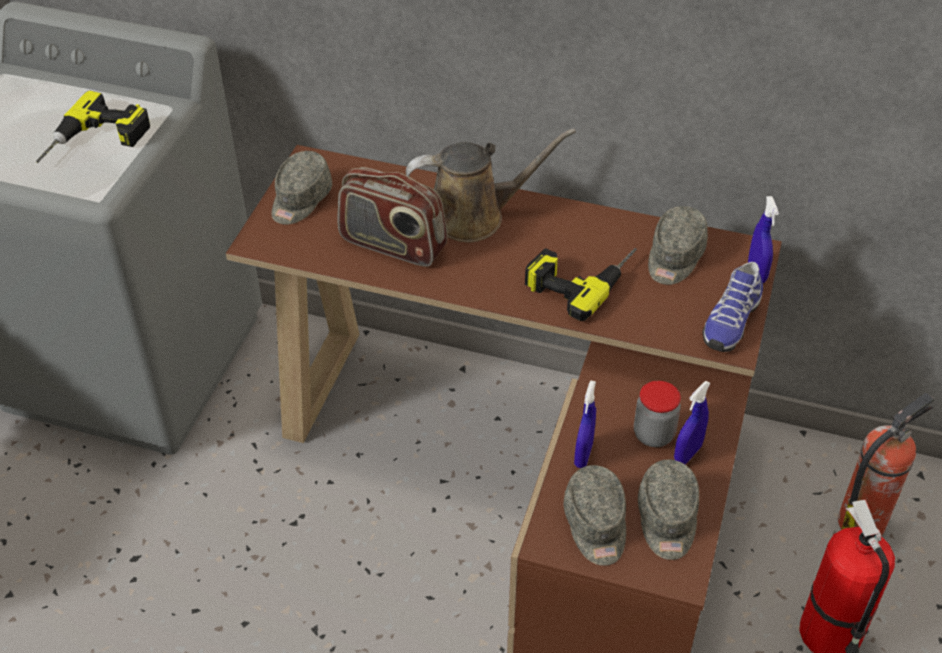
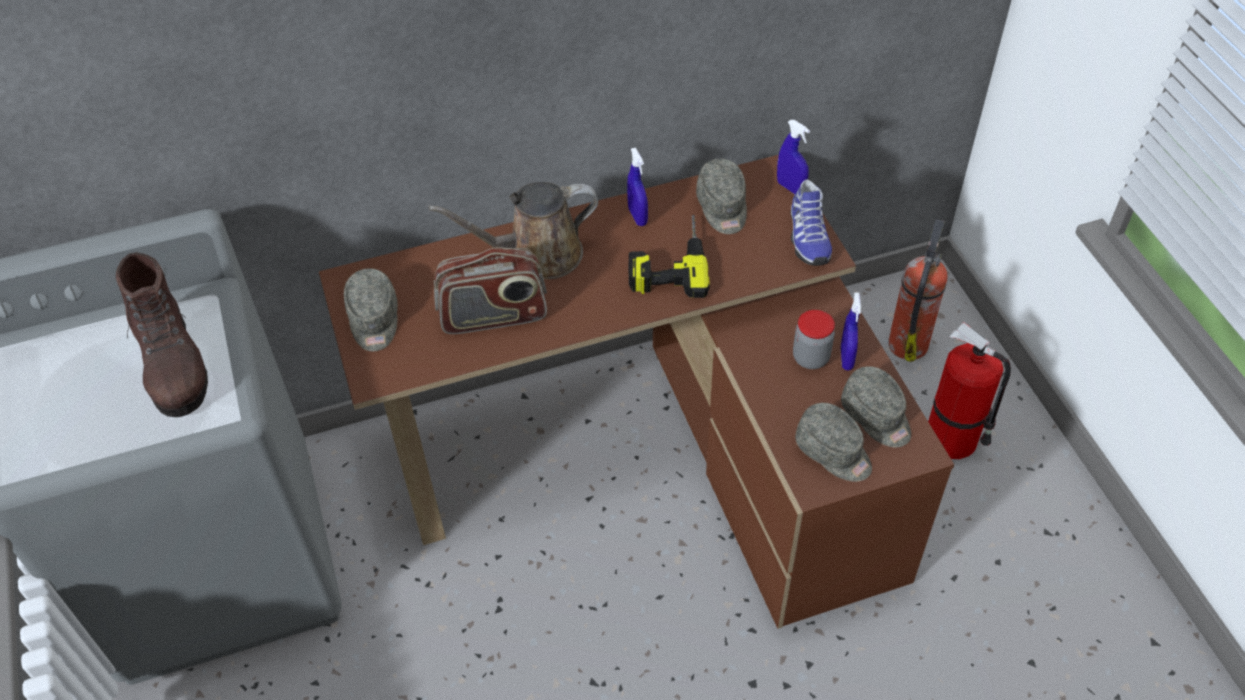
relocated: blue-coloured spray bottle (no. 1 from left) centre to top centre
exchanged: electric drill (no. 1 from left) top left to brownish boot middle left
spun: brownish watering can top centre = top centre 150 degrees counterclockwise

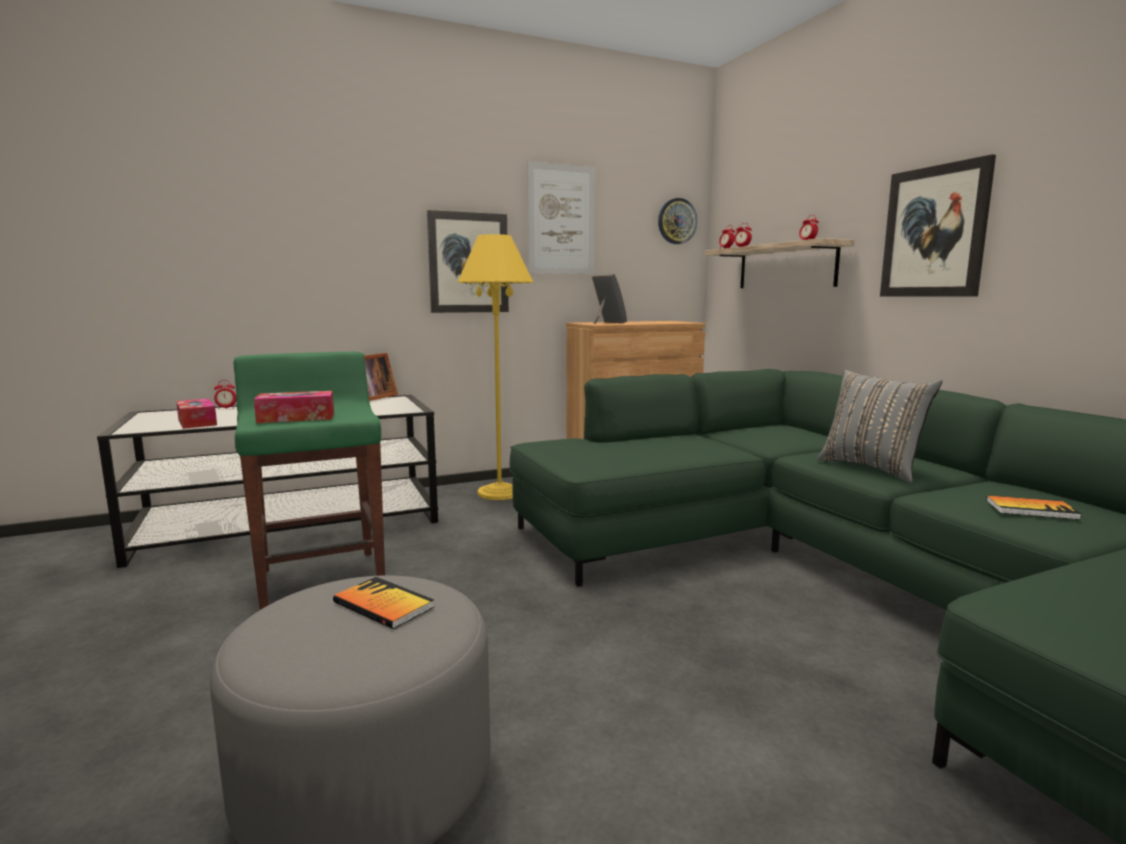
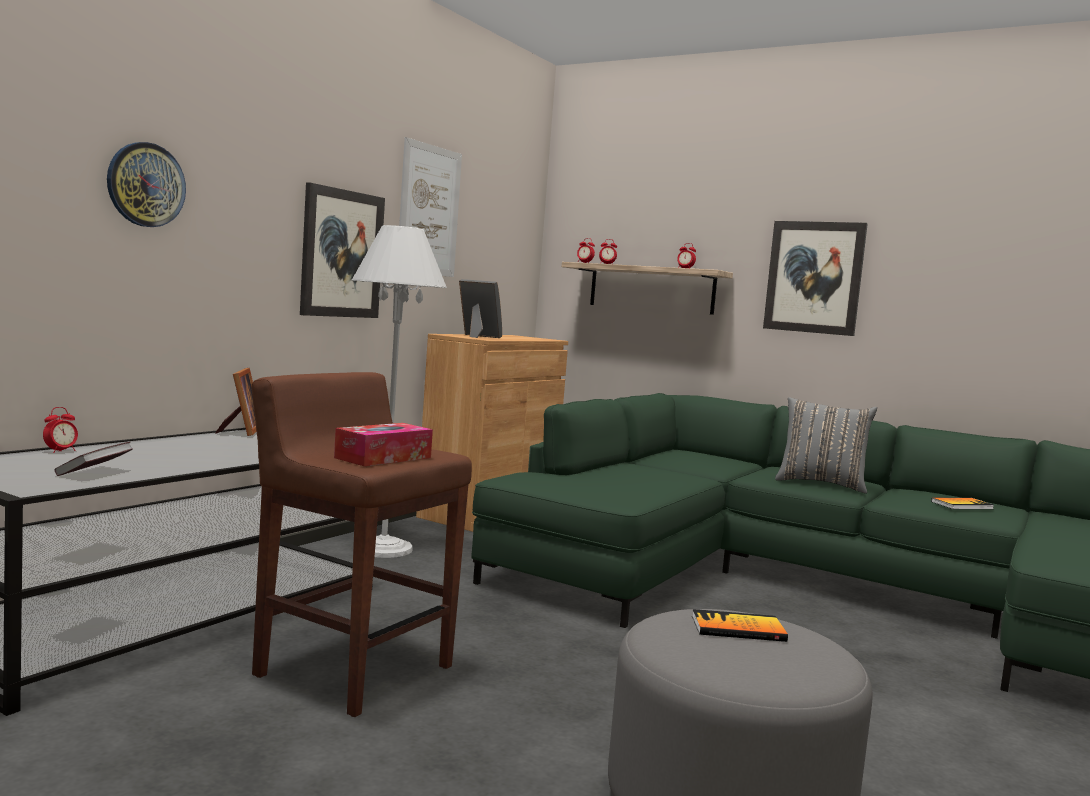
relocated: clock on the wall top centre to top left
exchanged: tissue holder (no. 1 from left) middle left to bound book (no. 1 from left) middle left
colour: yellow-coloured standing lamp centre to white-coloured standing lamp centre; greenish stool seat middle left to brownish stool seat bottom left

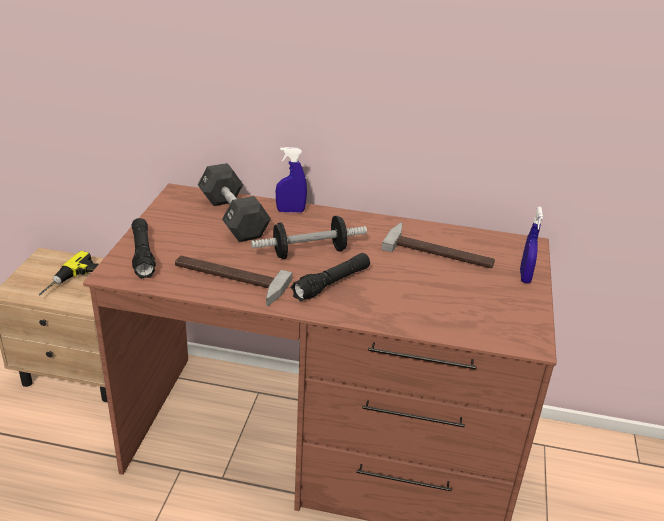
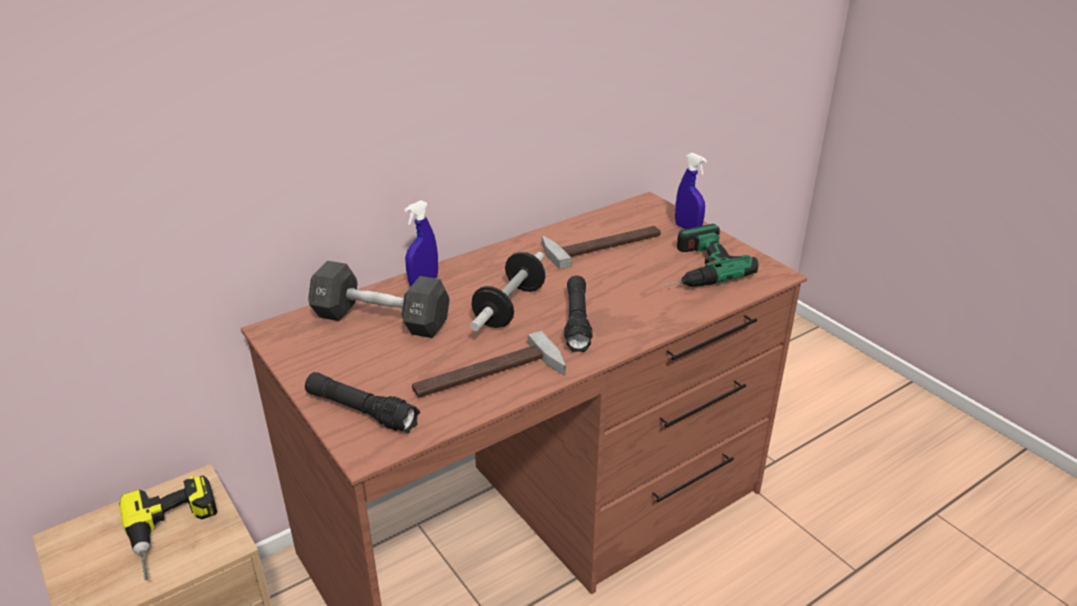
appeared: electric drill (no. 2 from left) centre

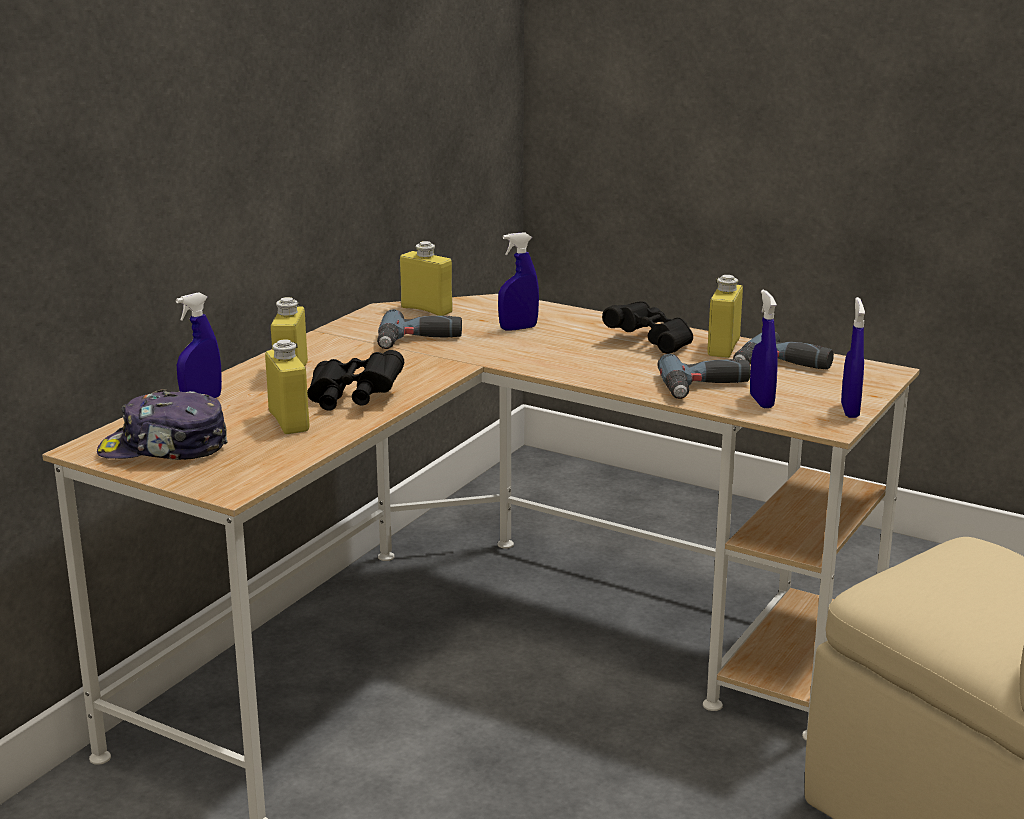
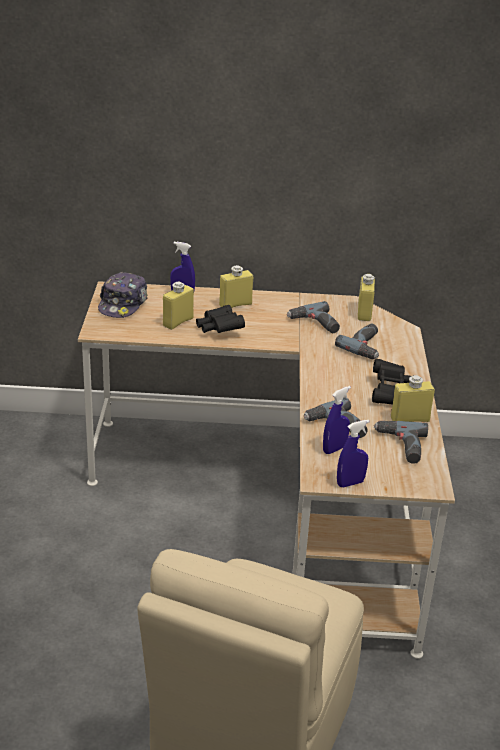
exchanged: blue-coloured spray bottle (no. 2 from left) centre to electric drill (no. 3 from left) middle right
spun: baseball cap middle left = middle left 135 degrees counterclockwise

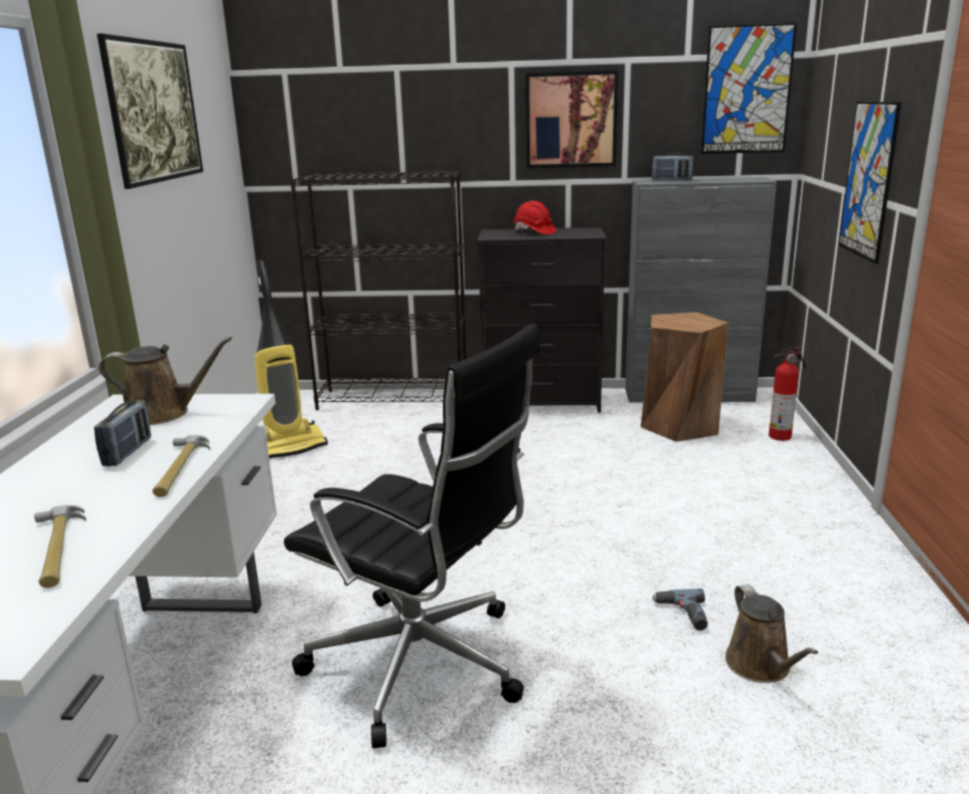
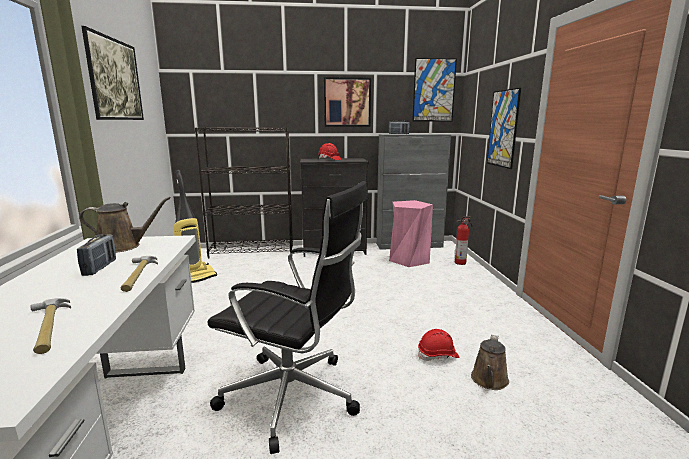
exchanged: electric drill bottom right to reddish work helmet (no. 2 from left) bottom centre
colour: brownish stool seat middle right to pink-coloured stool seat centre
spun: brownish watering can (no. 2 from left) bottom right = bottom right 45 degrees clockwise

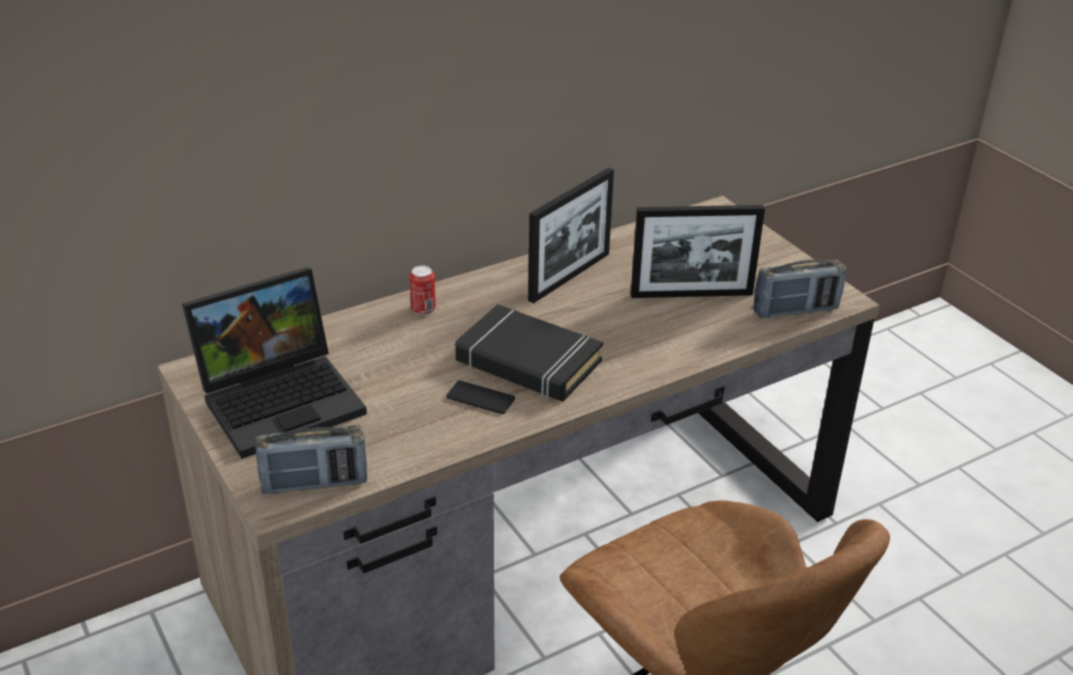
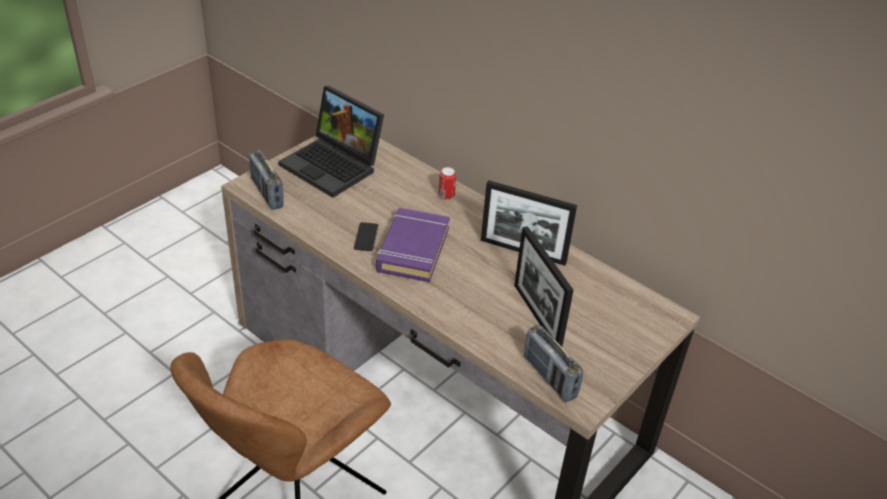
colour: black-coloured bound book centre to purple bound book centre

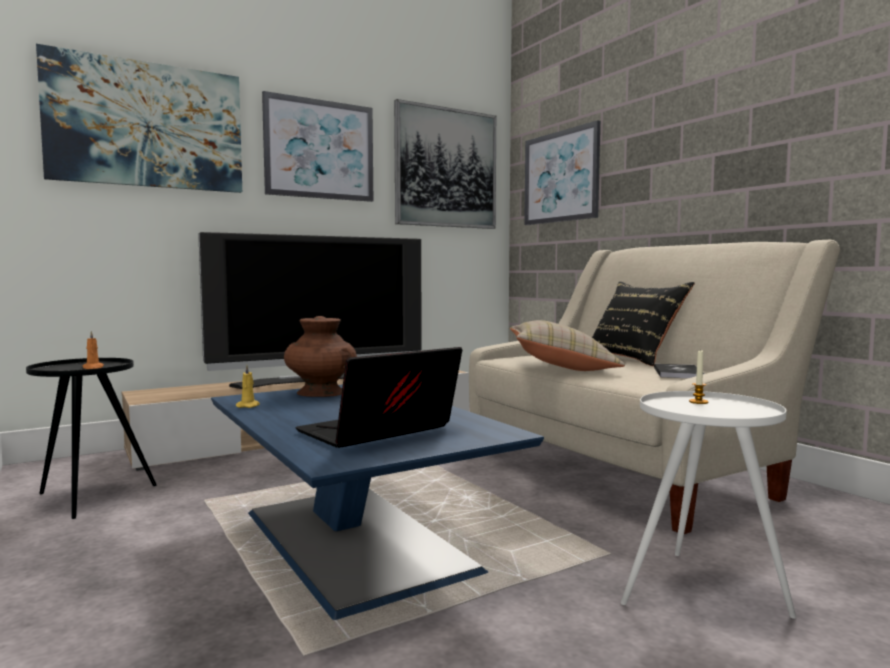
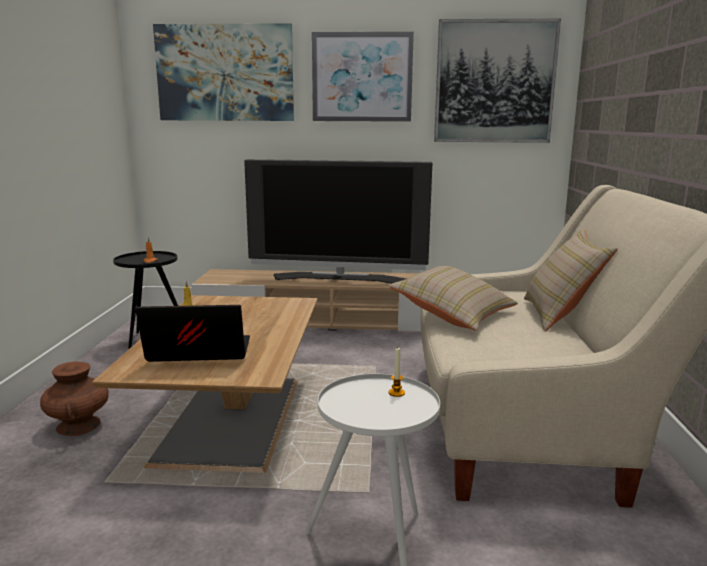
missing: picture (no. 4 from left) top centre; bound book middle right
relocated: brownish decorative vase centre to bottom left
colour: black-coloured throw pillow middle right to beige-coloured throw pillow (no. 2 from left) middle right; blue-coloured lounge table bottom centre to brownish lounge table bottom left

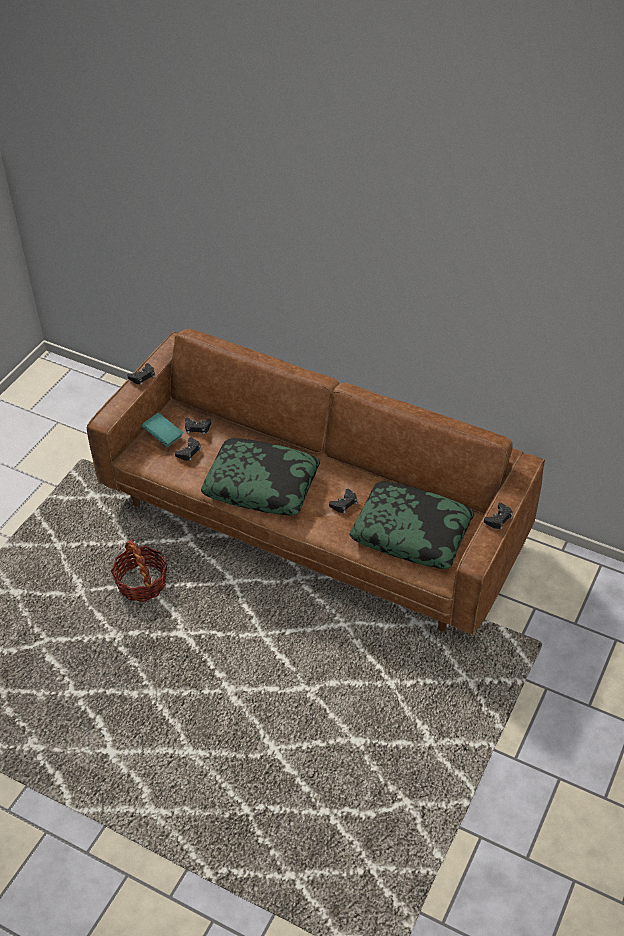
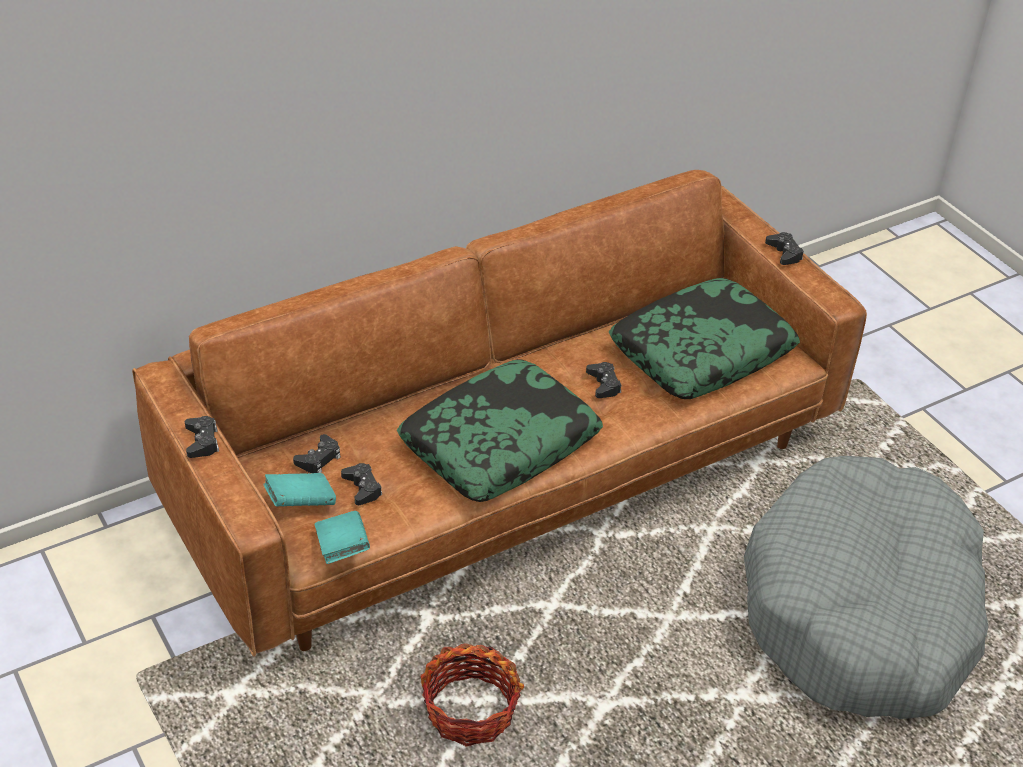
appeared: grey dog bed bottom right; turquoise-coloured bound book (no. 2 from left) bottom centre

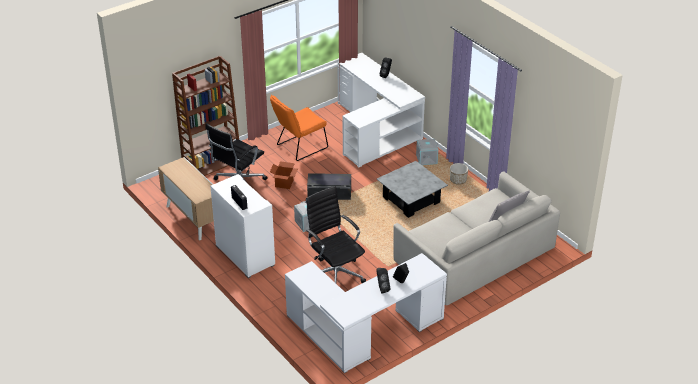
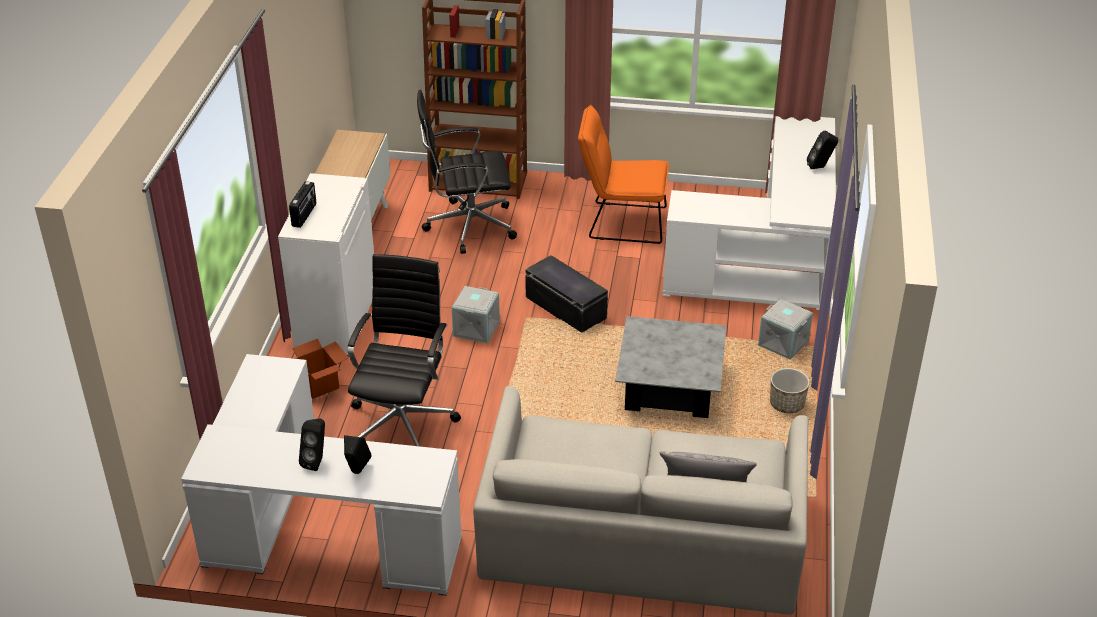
relocated: packing box centre to middle left

